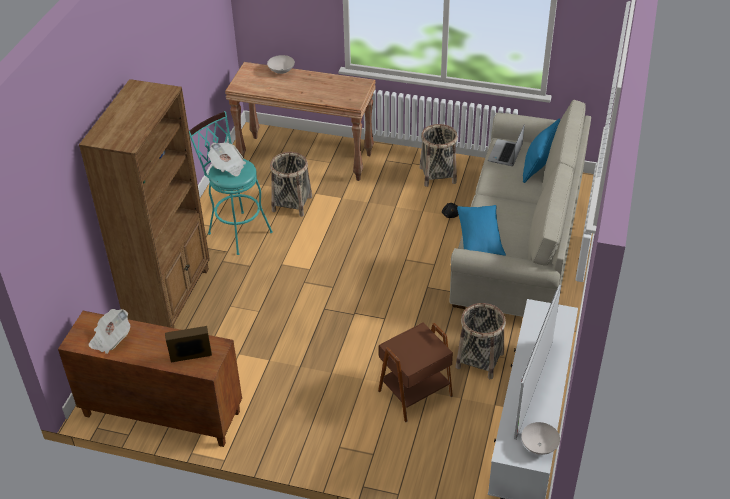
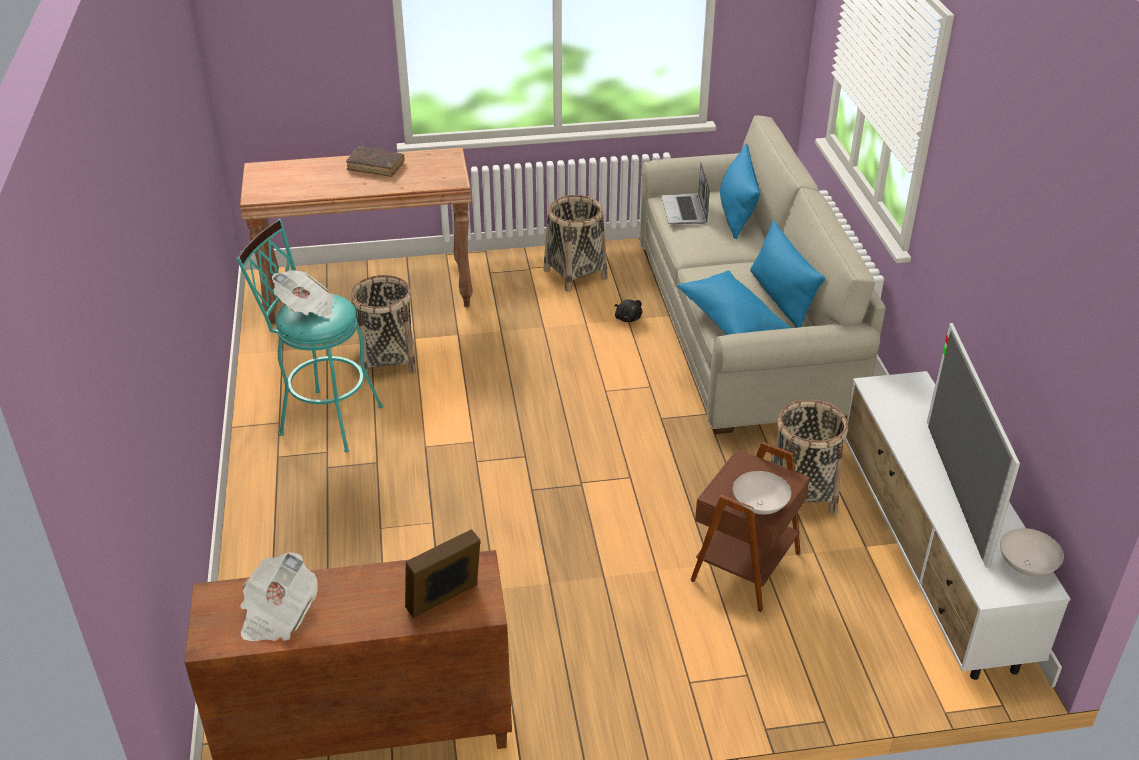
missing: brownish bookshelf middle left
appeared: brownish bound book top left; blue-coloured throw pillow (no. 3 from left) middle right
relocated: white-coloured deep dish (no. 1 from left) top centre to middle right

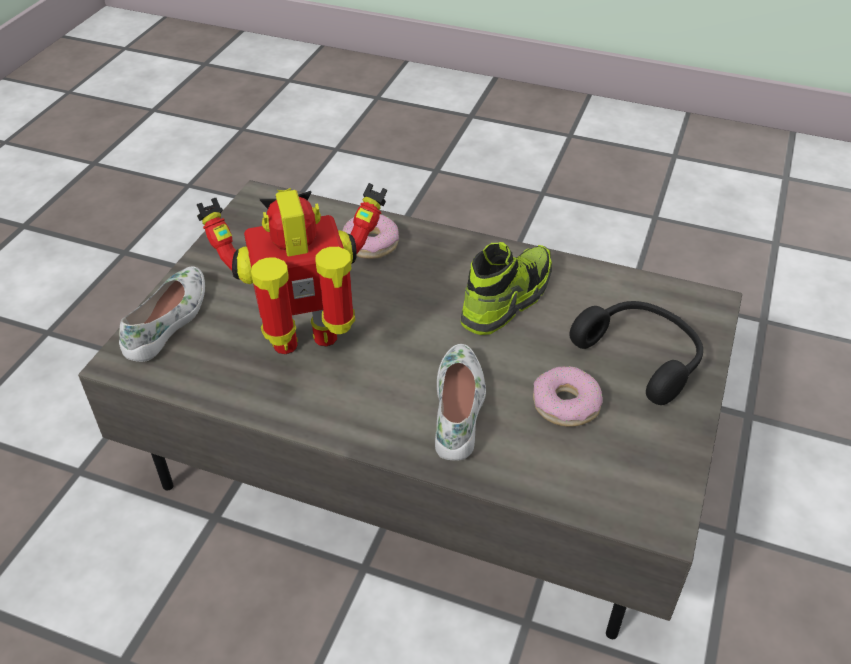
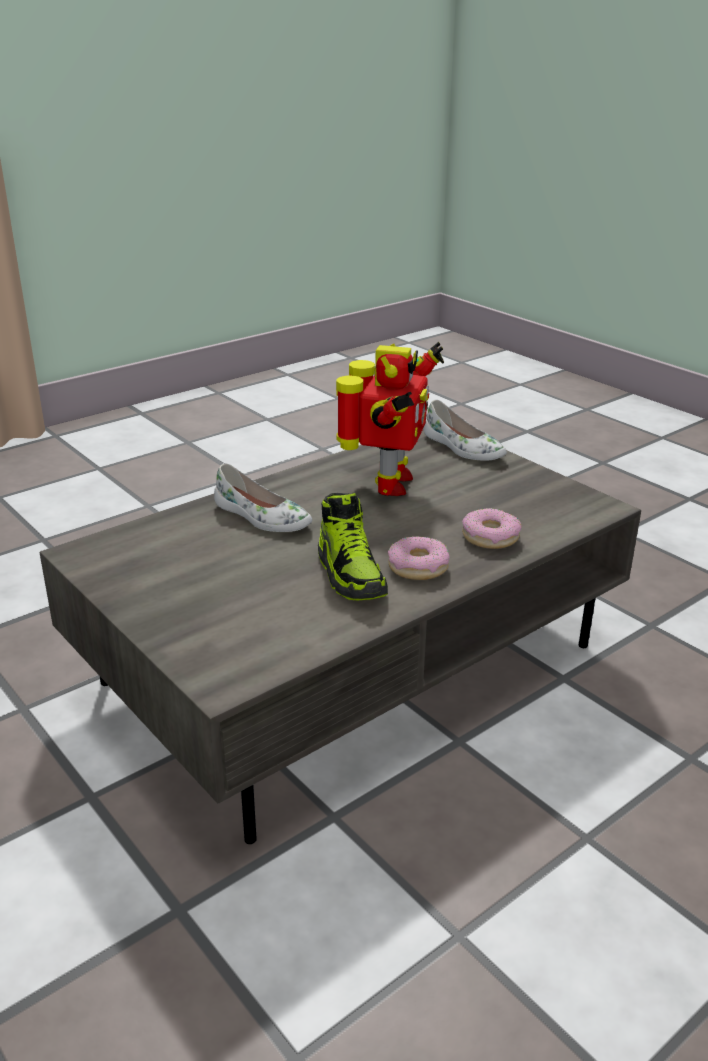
missing: black-coloured headset middle right
relocated: donut (no. 2 from left in the first image) middle right to donut (no. 1 from left) centre

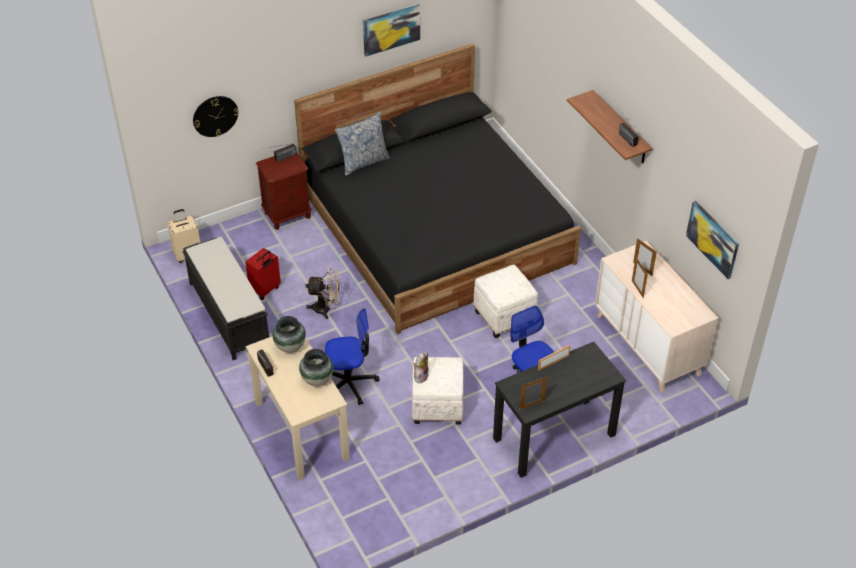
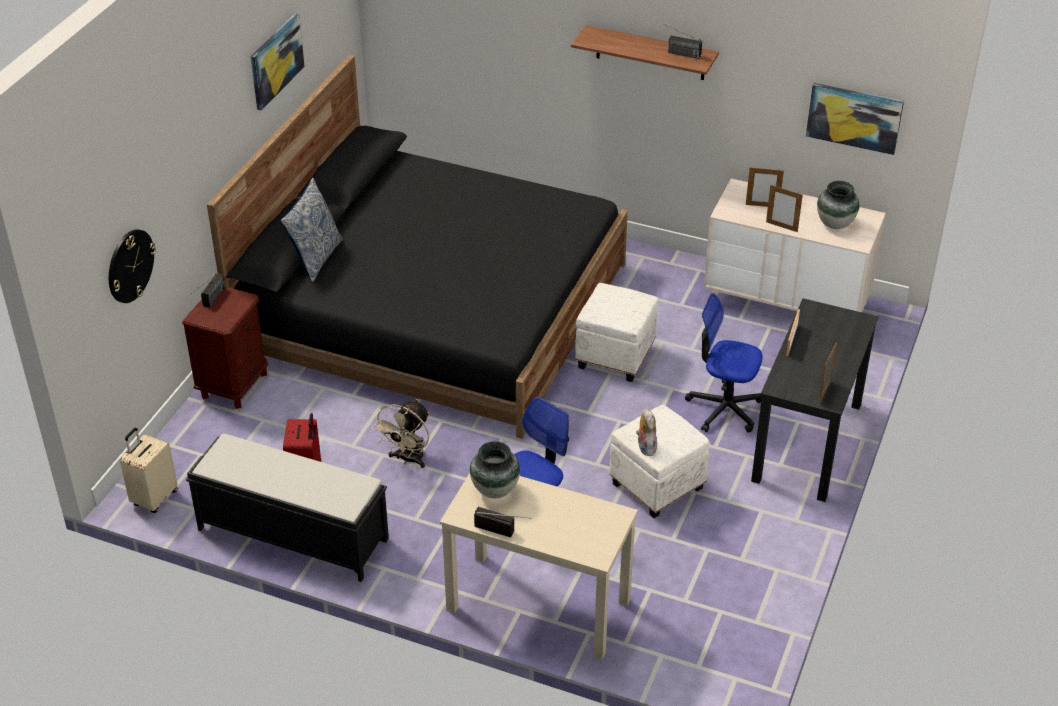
relocated: decorative vase (no. 2 from left) centre to top right
spun: beige-coloured cooling fan centre = centre 150 degrees clockwise

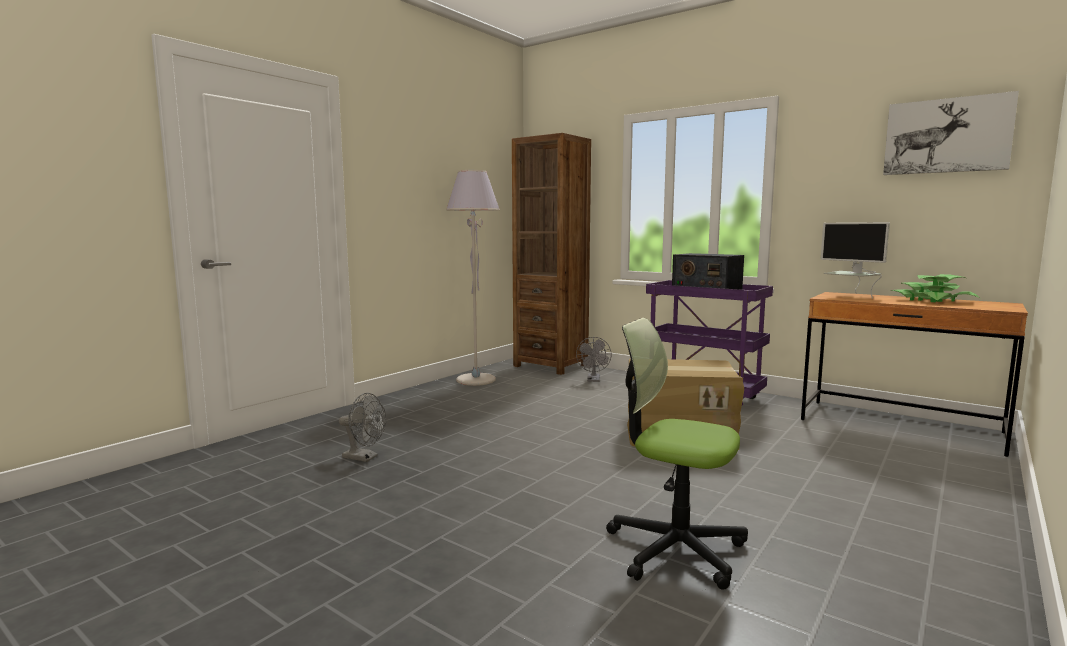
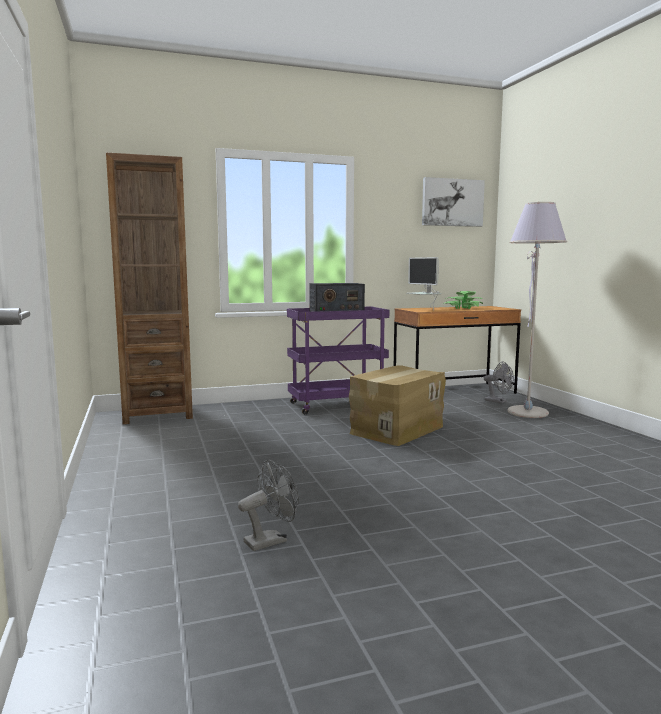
missing: desk chair bottom centre
relocated: grey standing lamp centre to middle right; grey cooling fan (no. 2 from left) centre to middle right
spun: computer screen middle right = centre 60 degrees clockwise

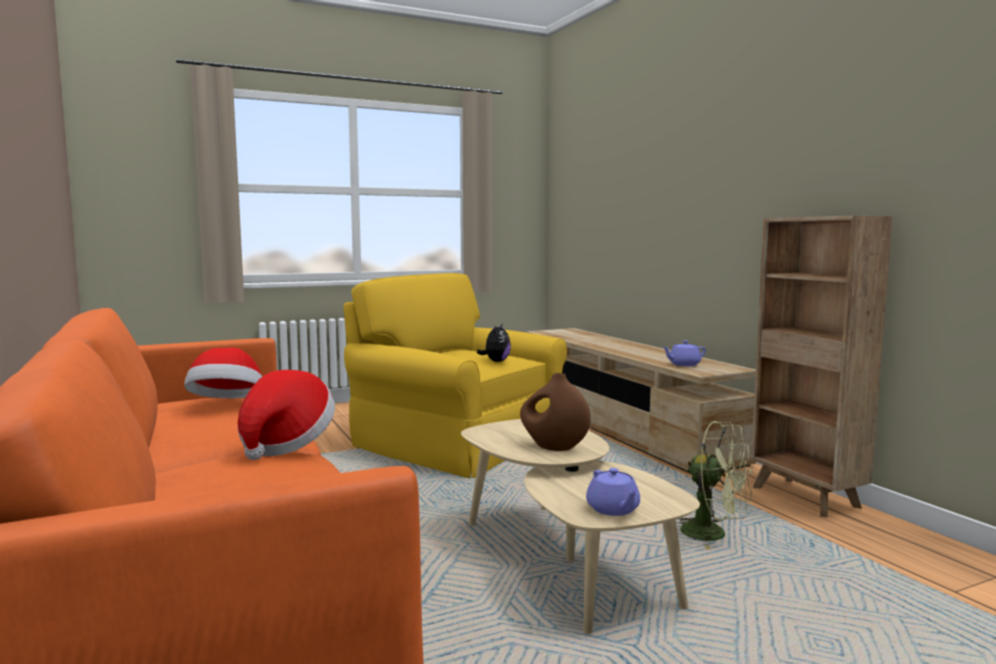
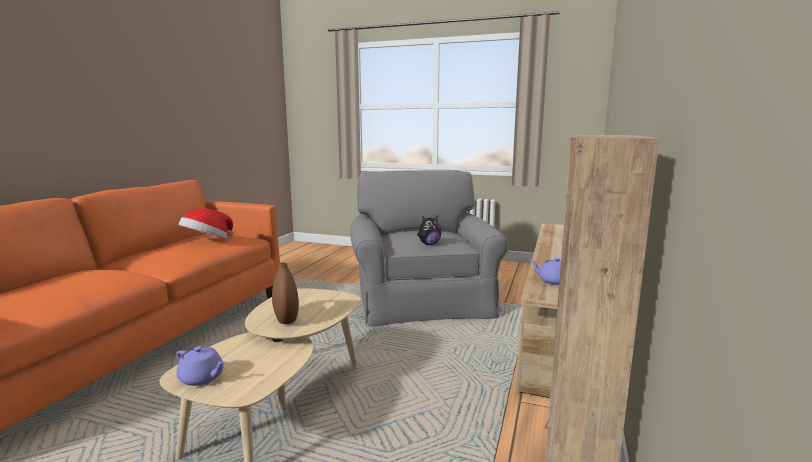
missing: wearable hat (no. 2 from left) middle left; greenish cooling fan bottom right
colour: yellow-coloured easy chair centre to grey easy chair centre
spun: purple teapot (no. 1 from left) bottom centre = bottom left 90 degrees counterclockwise

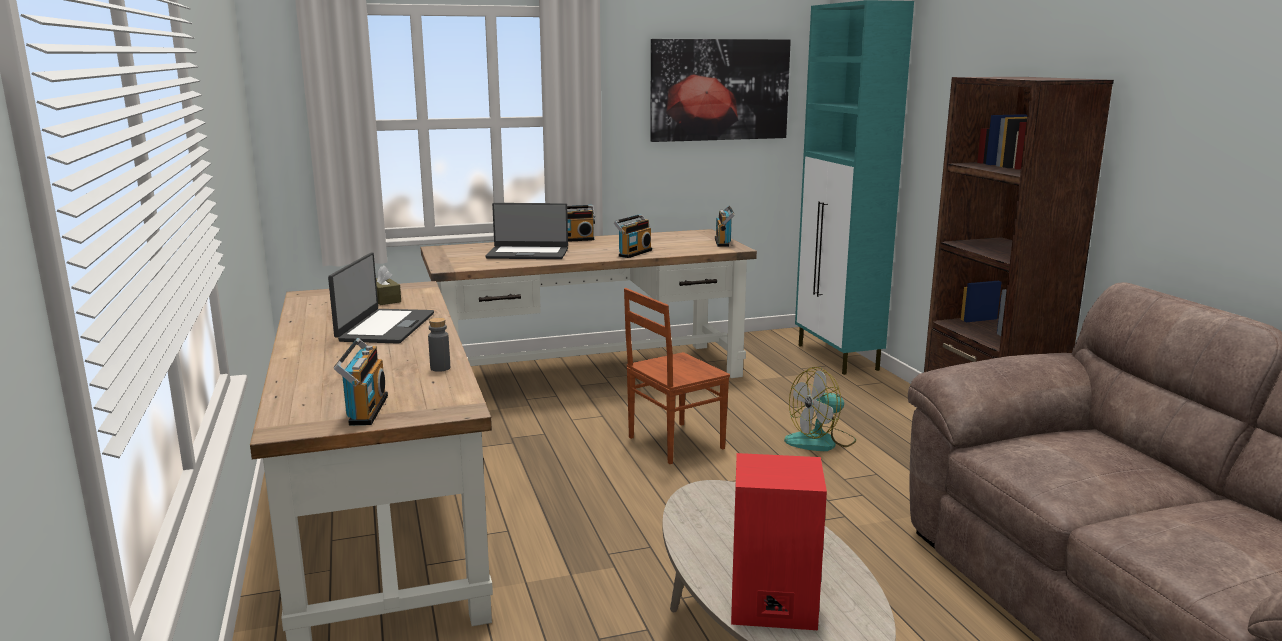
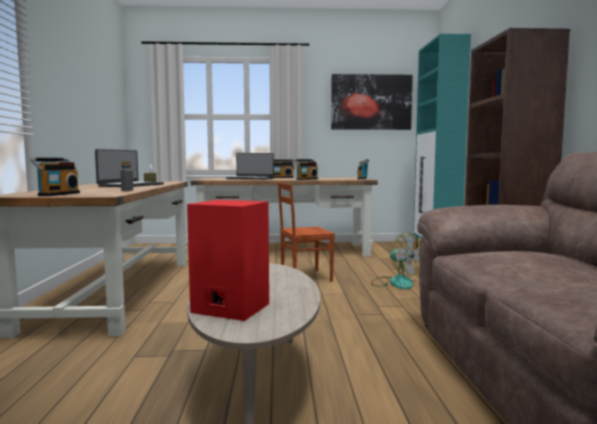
spun: cooling fan centre = centre 120 degrees counterclockwise

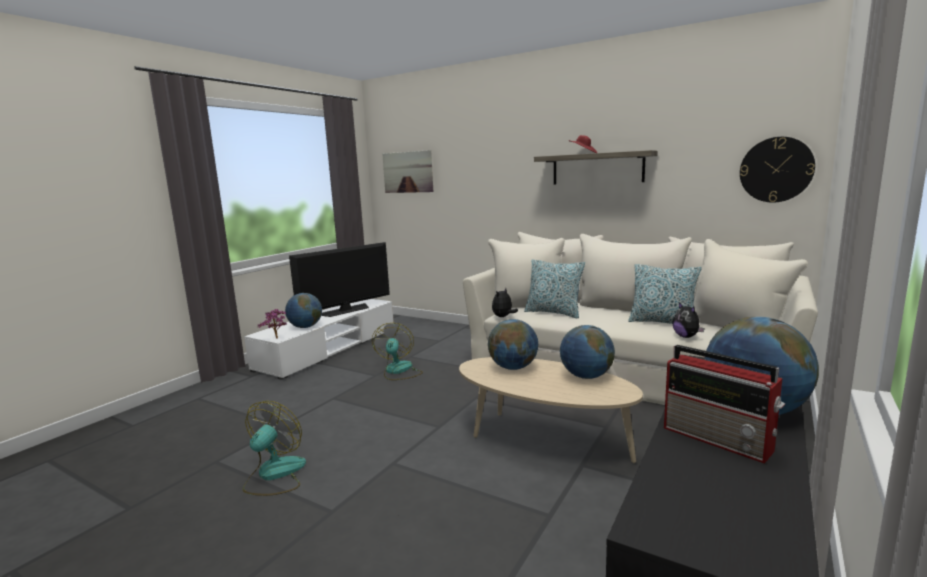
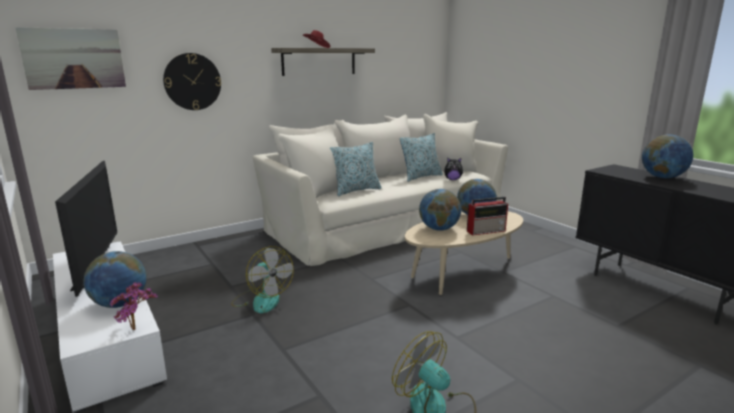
missing: cuddly toy (no. 1 from left) centre
relocated: clock on the wall top right to top left; radio bottom right to centre
spun: cooling fan (no. 2 from left in the first image) centre = bottom centre 150 degrees counterclockwise

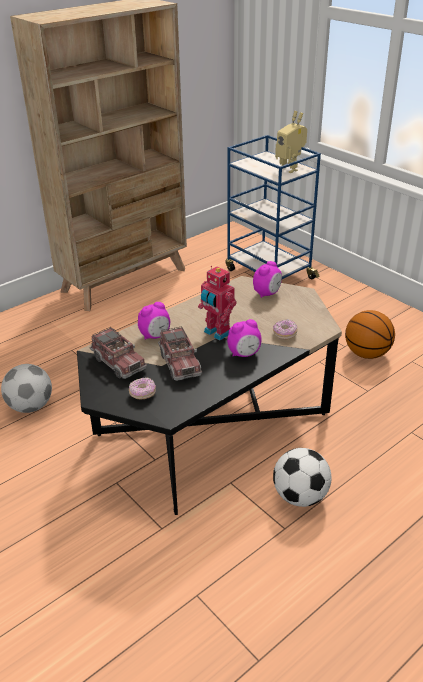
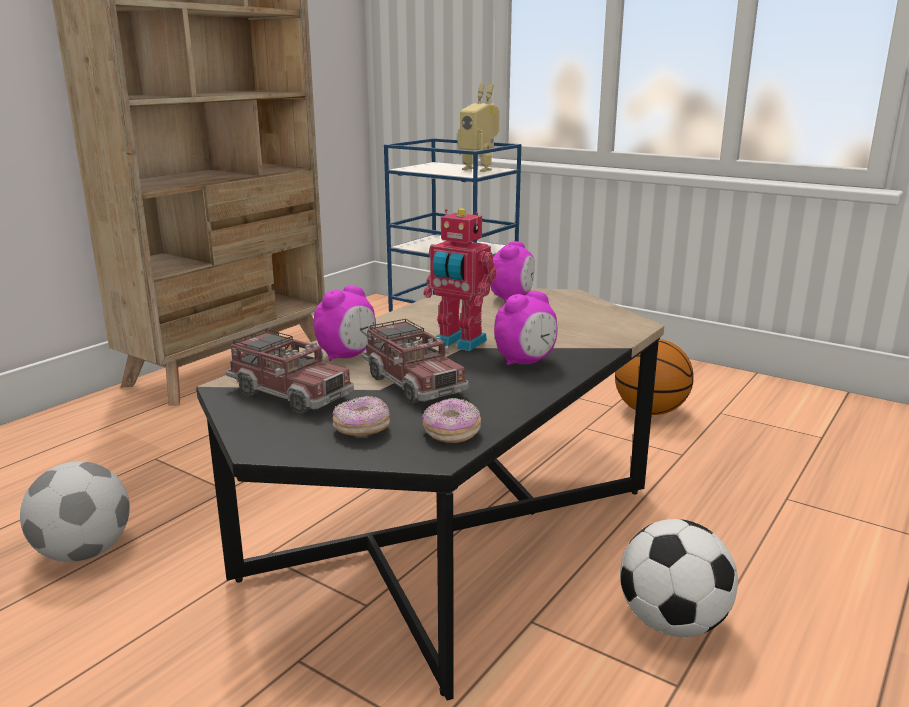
relocated: donut (no. 2 from left) middle right to centre

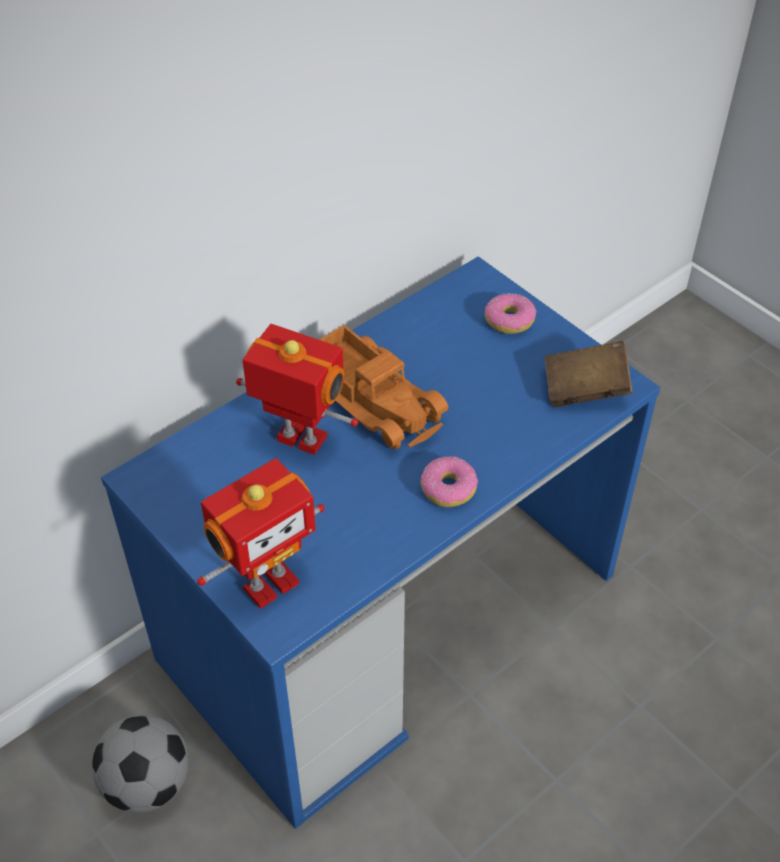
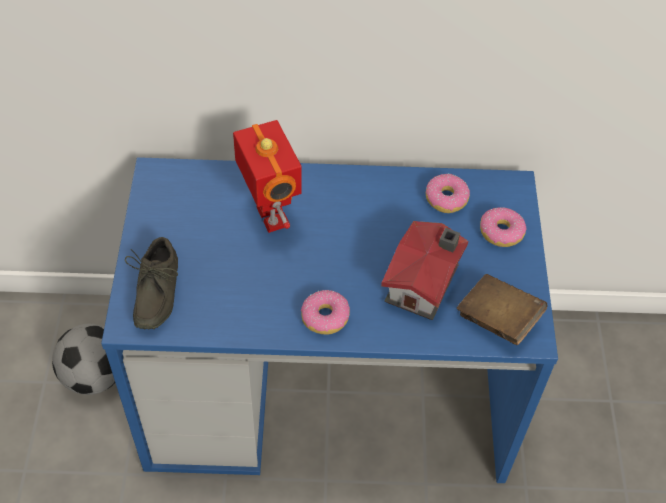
missing: model truck centre
appeared: donut (no. 2 from left) middle right; miniature house centre
exchanged: toy robot (no. 1 from left) centre to grey shoe middle left

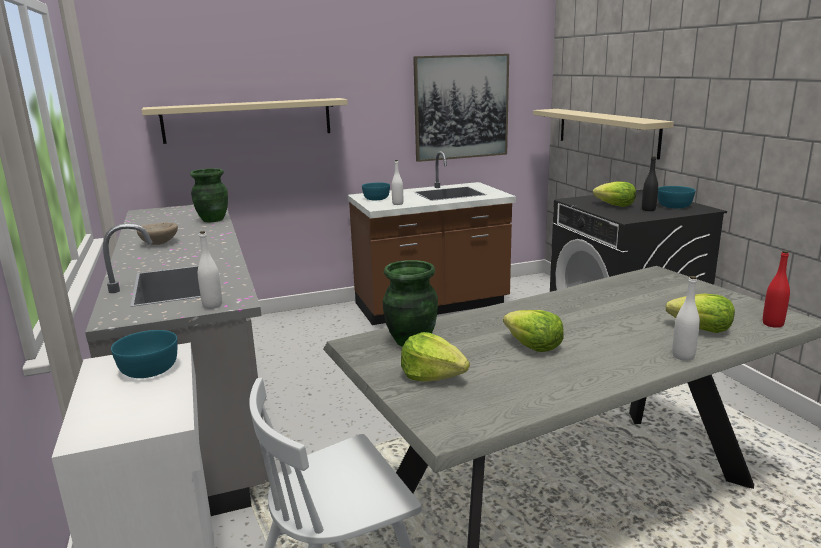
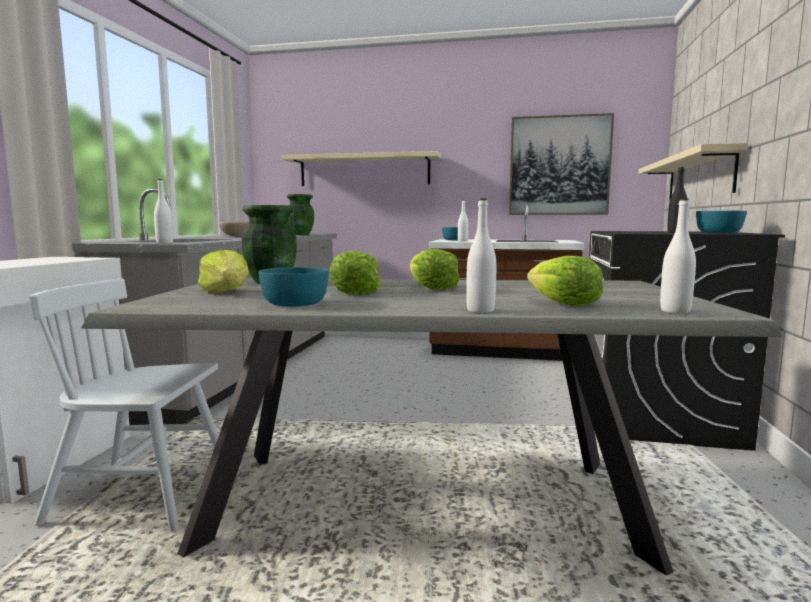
relocated: lettuce head (no. 3 from left) middle right to centre; turquoise-coloured deep dish (no. 1 from left) middle left to centre
colour: reddish bottle middle right to white-coloured bottle (no. 4 from left) middle right

